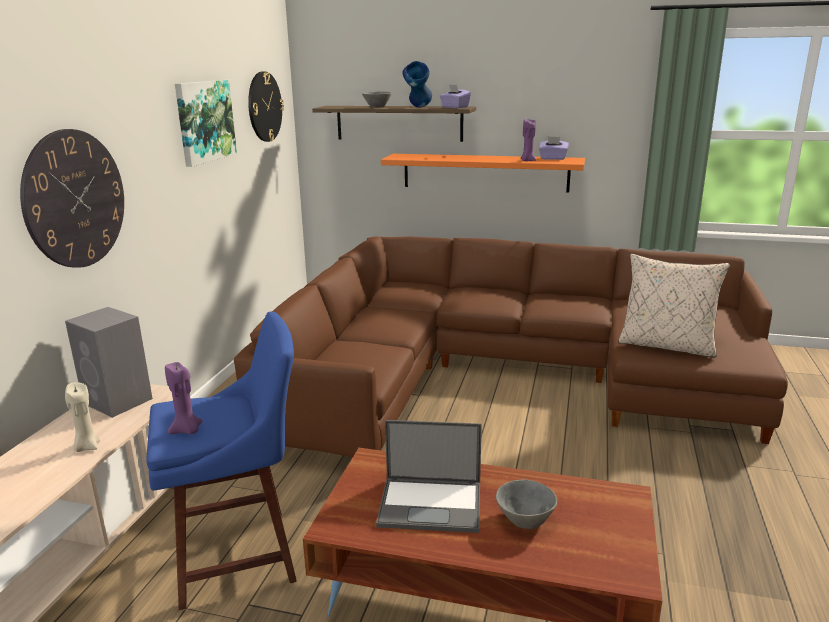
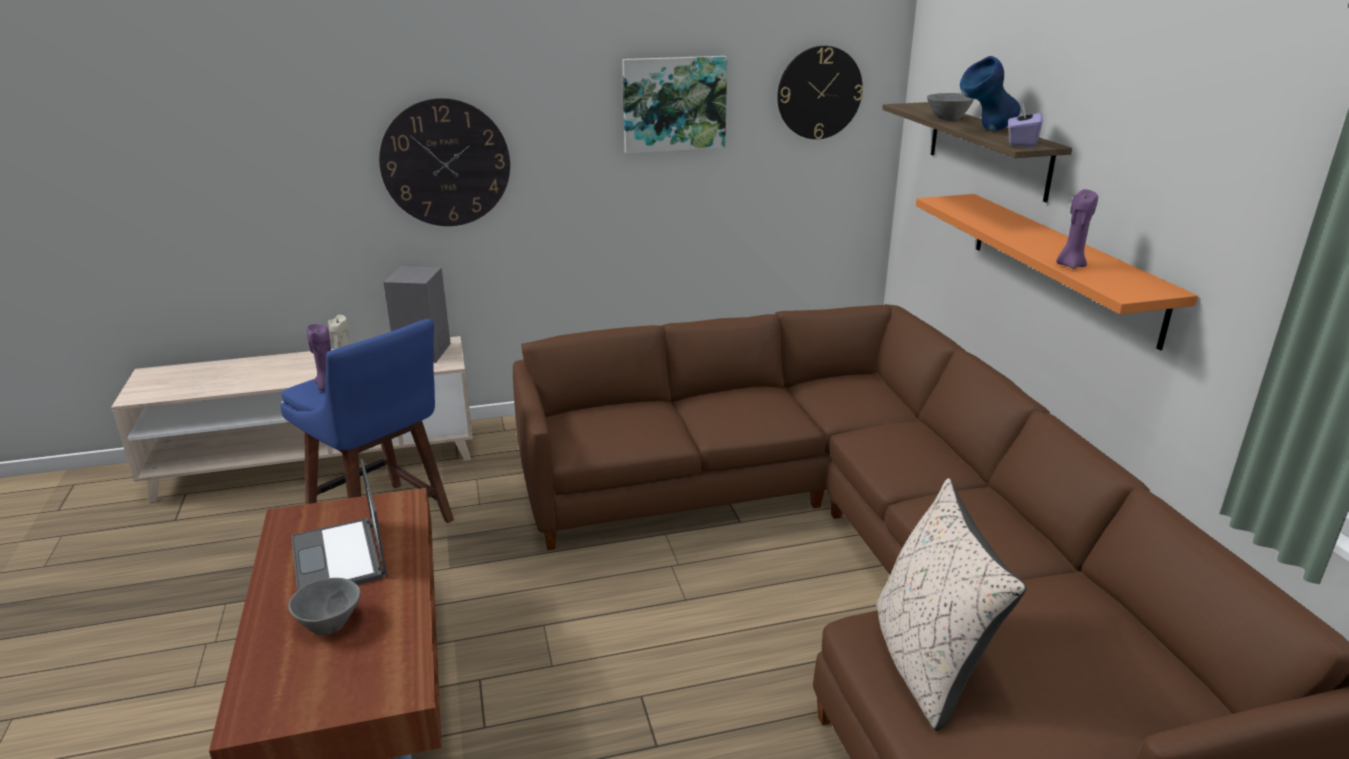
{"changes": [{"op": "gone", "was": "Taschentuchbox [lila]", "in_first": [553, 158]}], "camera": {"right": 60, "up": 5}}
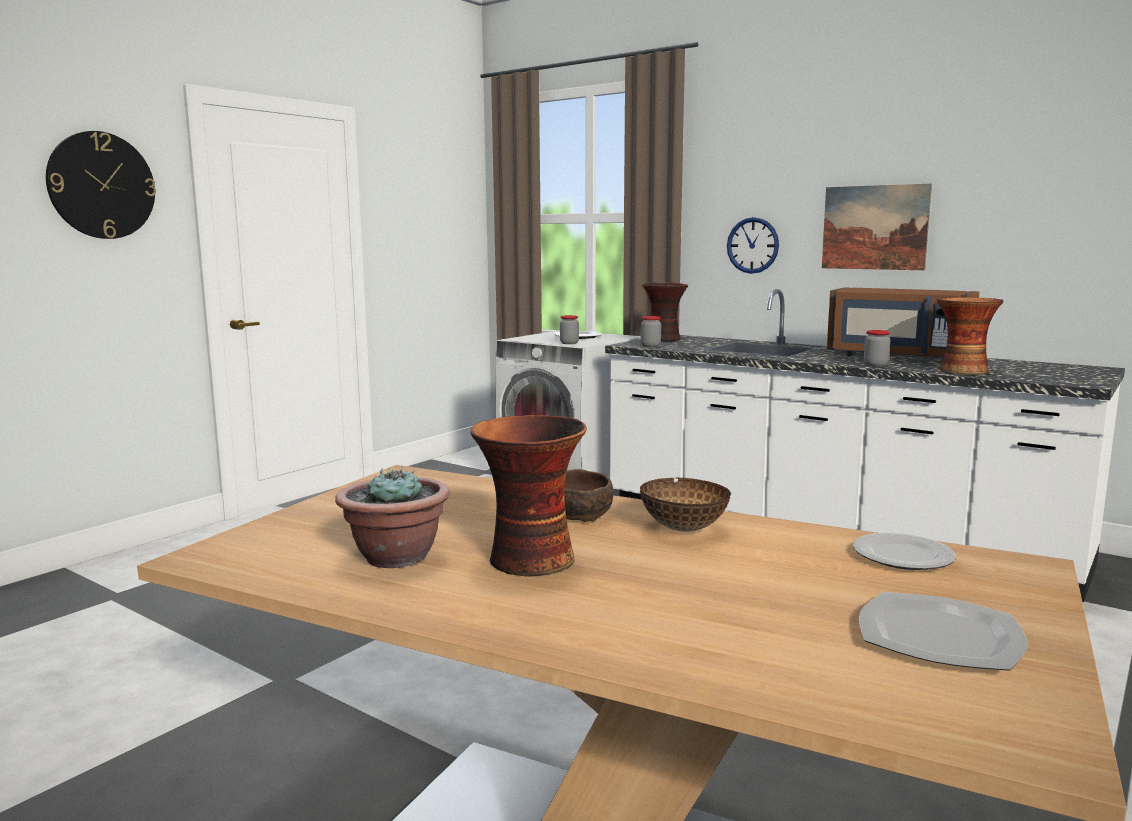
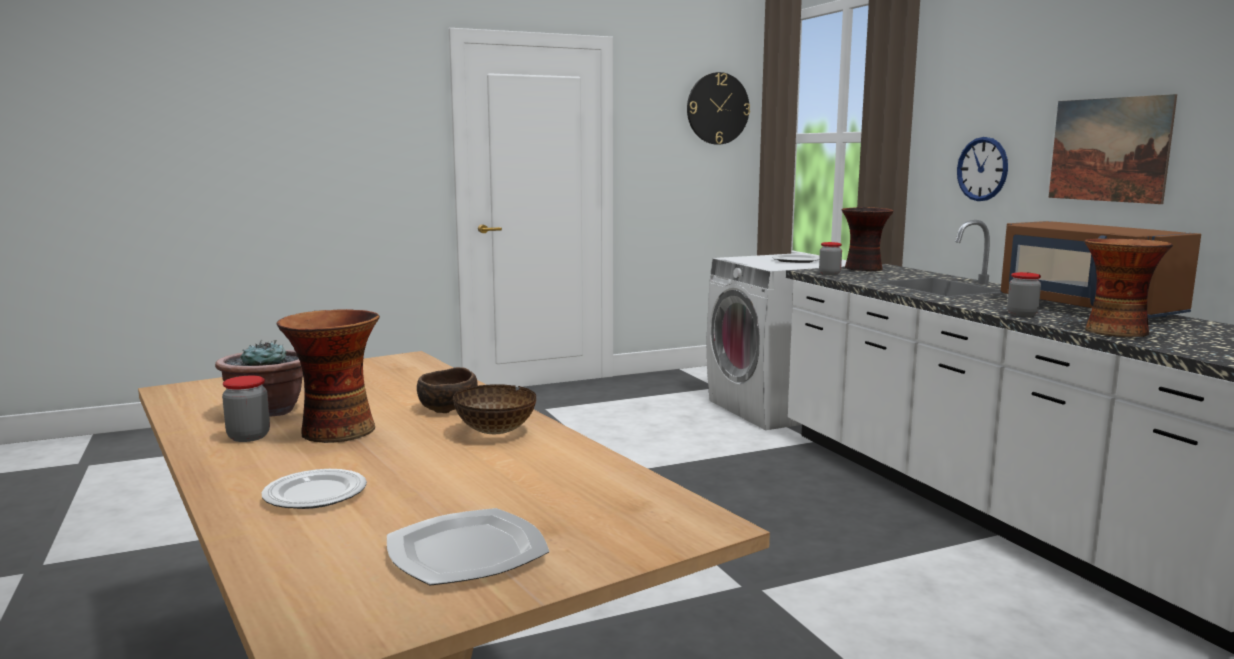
{"changes": [{"op": "shifted", "was": "Wanduhr", "in_first": [101, 185], "in_second": [717, 108]}, {"op": "shifted", "was": "Vorratsglas", "in_first": [569, 343], "in_second": [248, 437]}, {"op": "shifted", "was": "Teller", "in_first": [903, 557], "in_second": [314, 495]}], "camera": {"right": 30, "up": 0}}
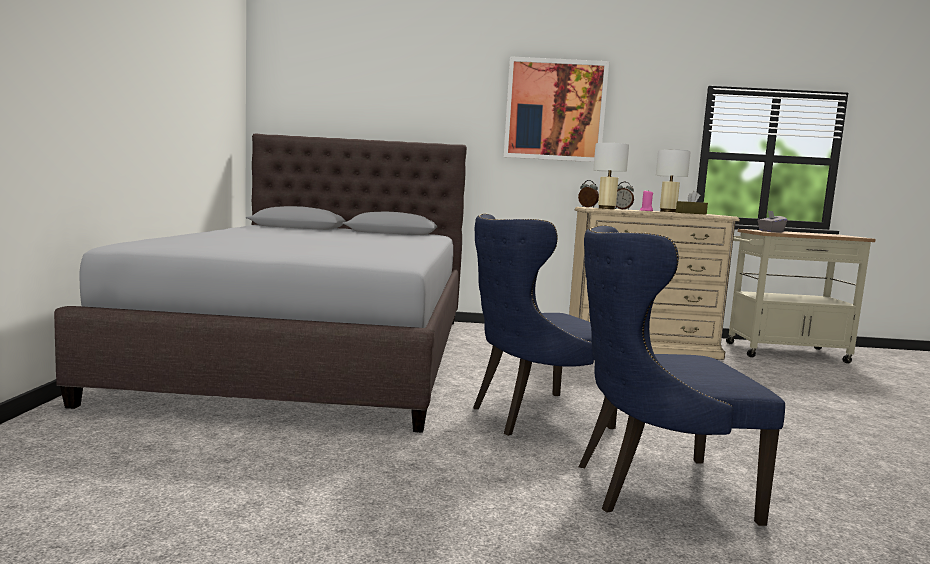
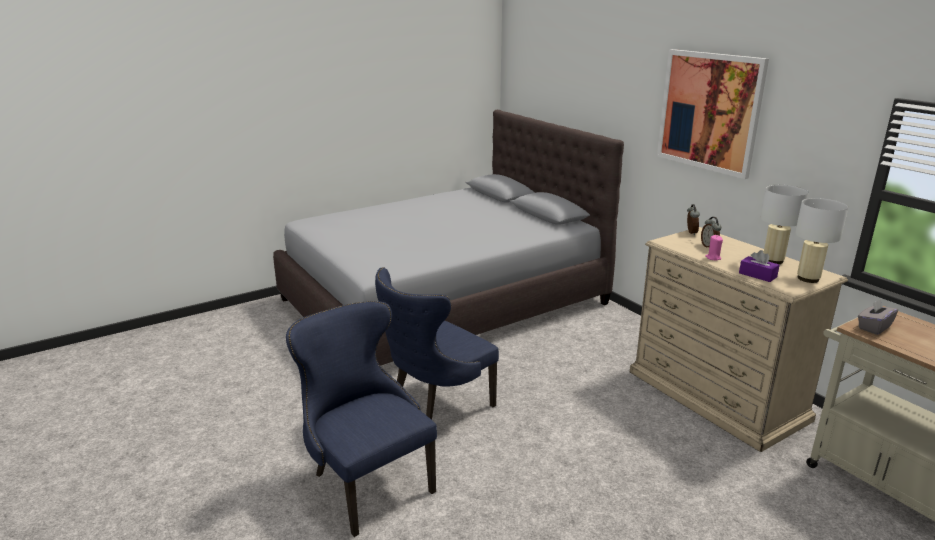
{"changes": [{"op": "shifted", "was": "Tischlampe [weiß]", "in_first": [607, 208], "in_second": [808, 279]}, {"op": "repainted", "was": "Taschentuchbox [braun]", "now": "Taschentuchbox [lila]", "in_first": [691, 213], "in_second": [757, 275]}, {"op": "rotated", "was": "Stuhl [blau]", "in_first": [533, 415], "in_second": [436, 407], "clockwise": -75}], "camera": {"right": 55, "up": 15}}
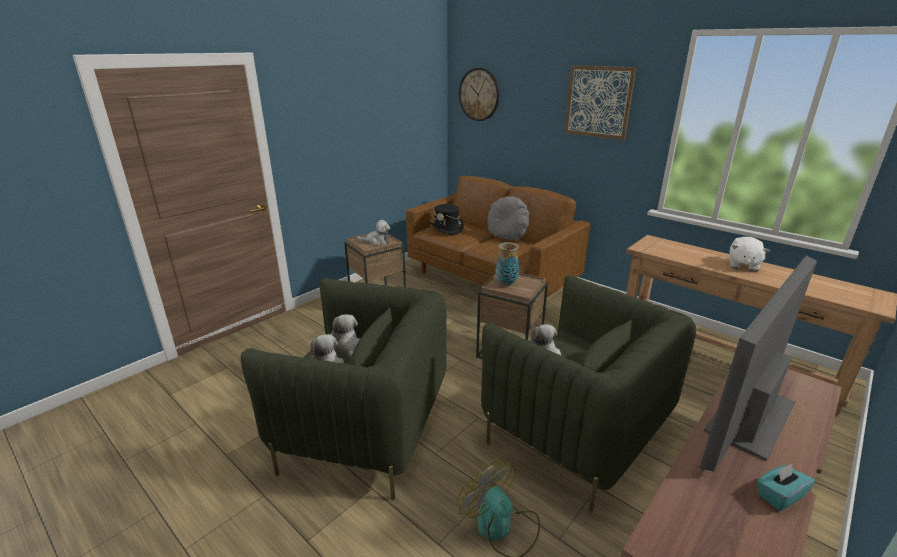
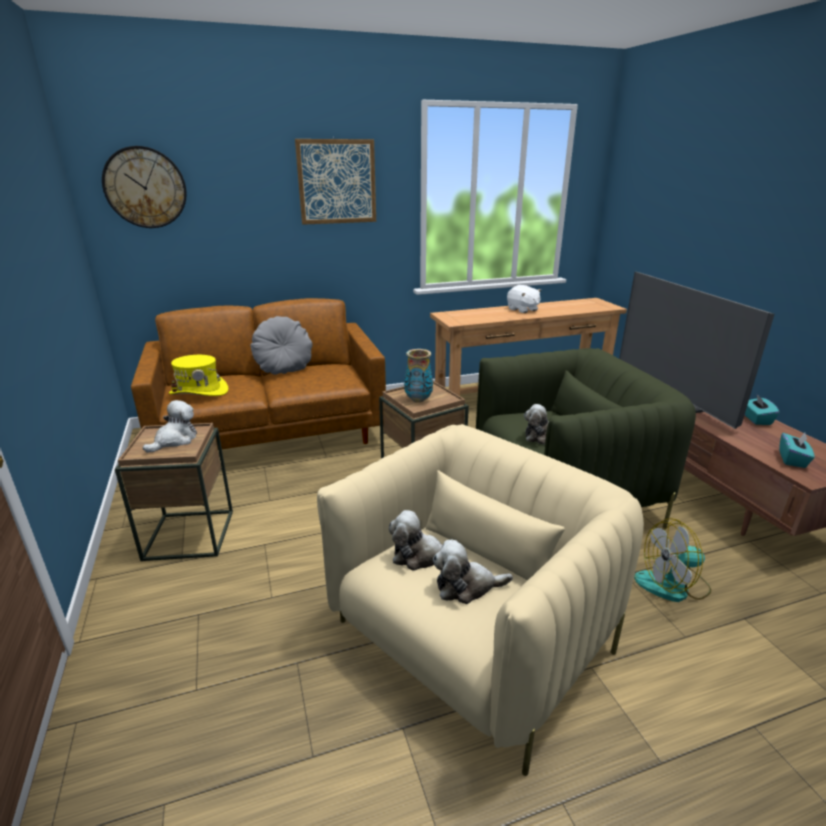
{"changes": [{"op": "repainted", "was": "Hut [schwarz]", "now": "Hut [gelb]", "in_first": [447, 229], "in_second": [199, 392]}, {"op": "repainted", "was": "Sessel [grün]", "now": "Sessel [beige]", "in_first": [364, 424], "in_second": [471, 638]}, {"op": "new", "now": "Taschentuchbox [türkis]", "in_second": [792, 459]}], "camera": {"right": -60, "up": 0}}
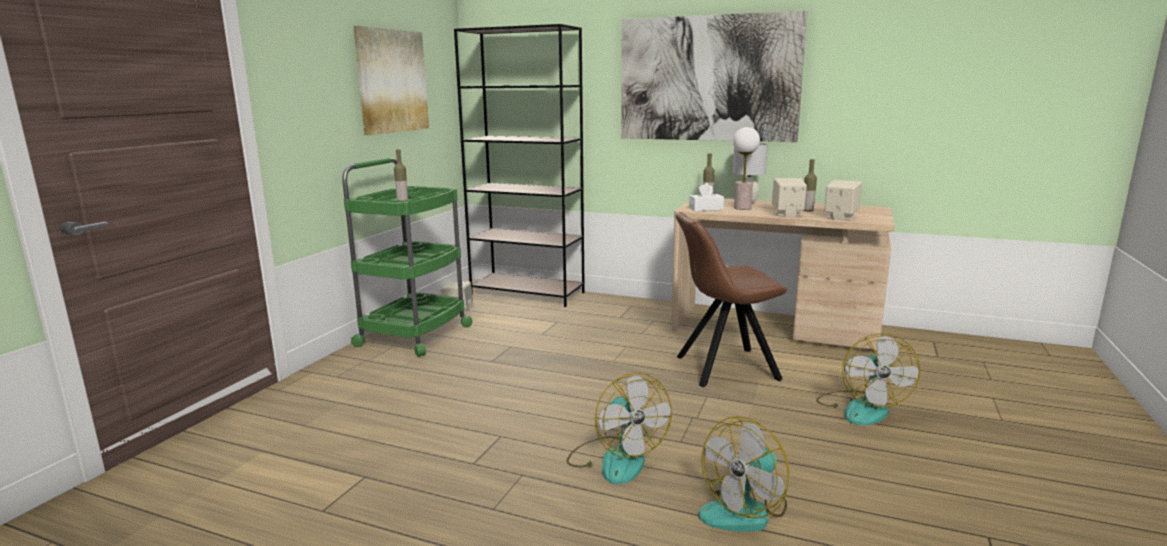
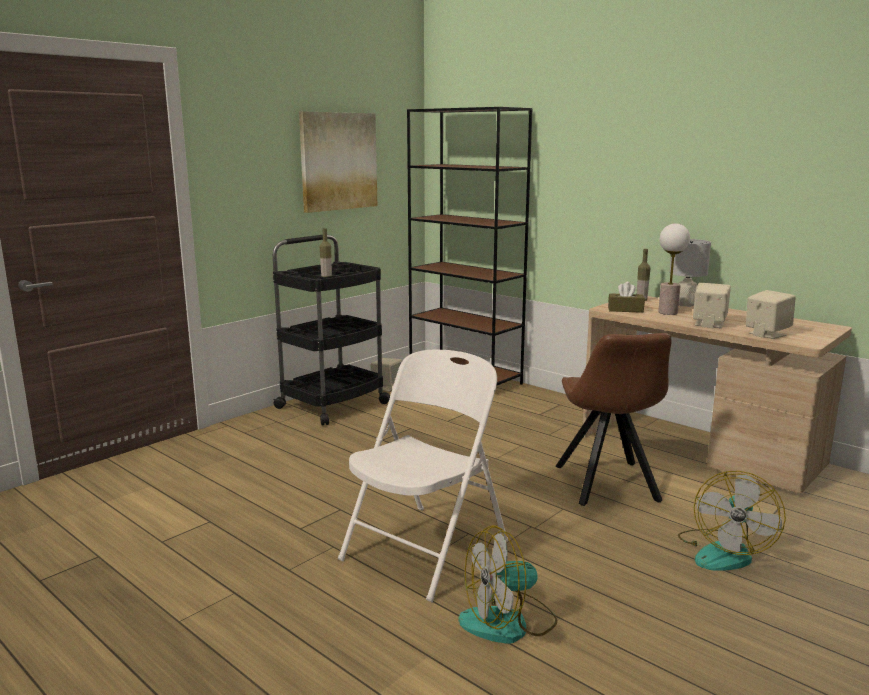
{"changes": [{"op": "gone", "was": "Bild", "in_first": [708, 79]}, {"op": "repainted", "was": "Rollwagen [grün]", "now": "Rollwagen [schwarz]", "in_first": [415, 335], "in_second": [333, 405]}, {"op": "gone", "was": "Flasche", "in_first": [807, 211]}, {"op": "repainted", "was": "Taschentuchbox [weiß]", "now": "Taschentuchbox [braun]", "in_first": [706, 209], "in_second": [625, 310]}, {"op": "rotated", "was": "Stuhl [braun]", "in_first": [725, 367], "in_second": [607, 483], "clockwise": -105}, {"op": "swapped", "was": "Ventilator", "now": "Stuhl [weiß]", "in_first": [616, 459], "in_second": [425, 550]}], "camera": {"right": 20, "up": 0}}
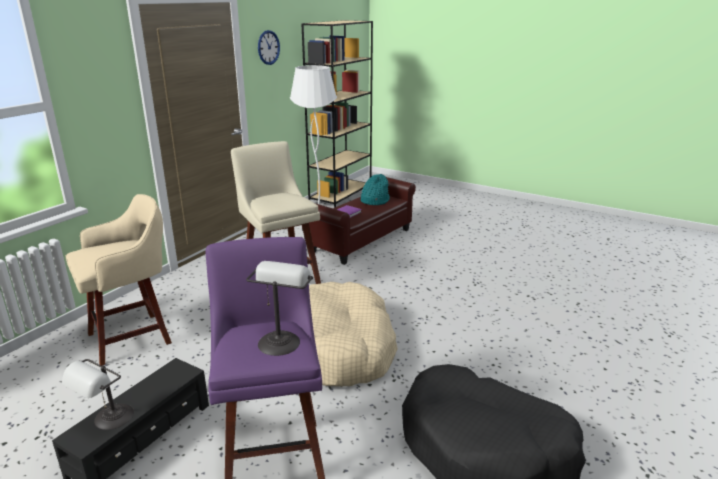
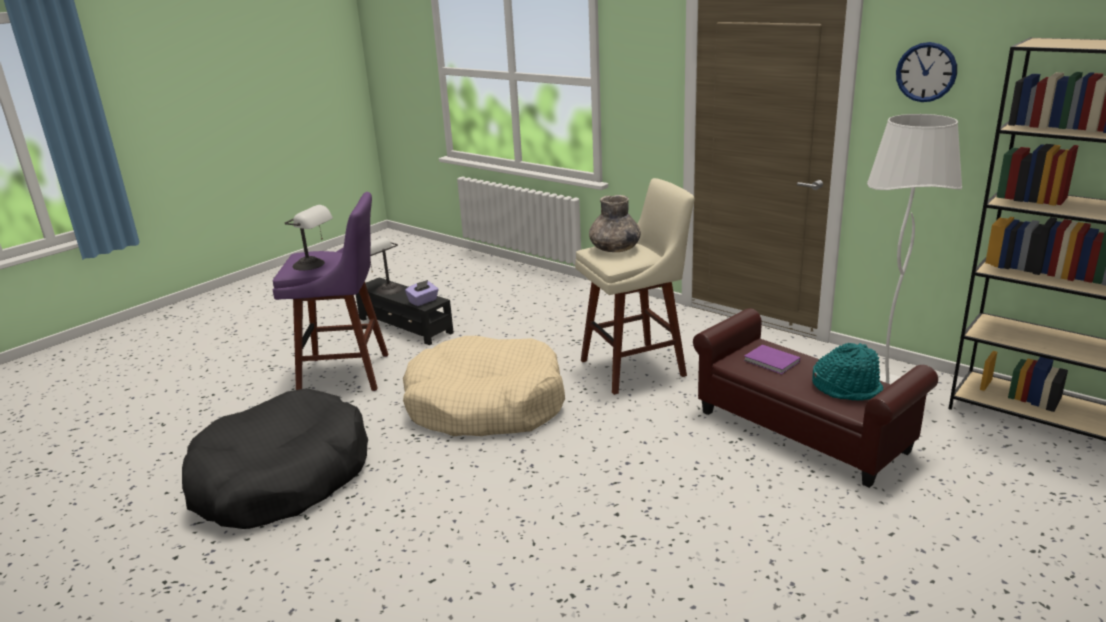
{"changes": [{"op": "gone", "was": "Hocker [beige]", "in_first": [134, 337]}, {"op": "new", "now": "Vase [grau]", "in_second": [614, 249]}, {"op": "new", "now": "Taschentuchbox [lila]", "in_second": [423, 301]}], "camera": {"right": 100, "up": 0}}
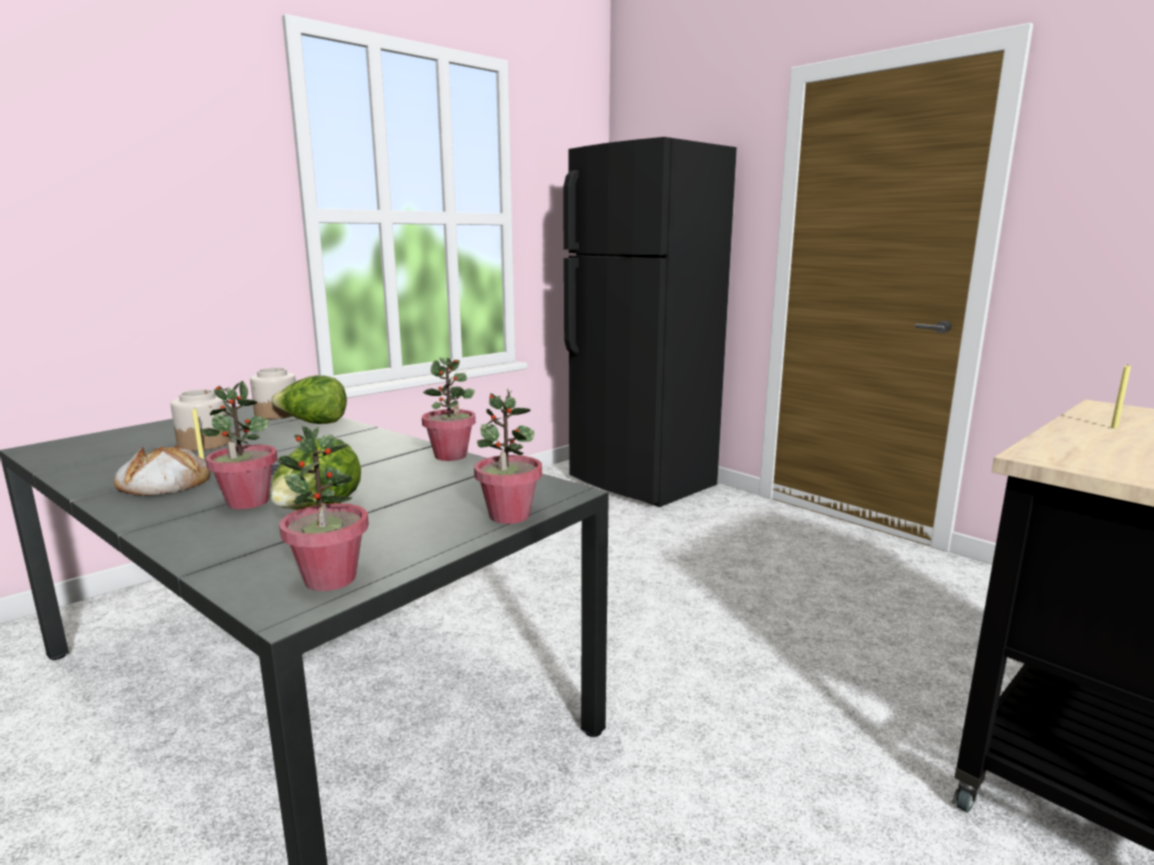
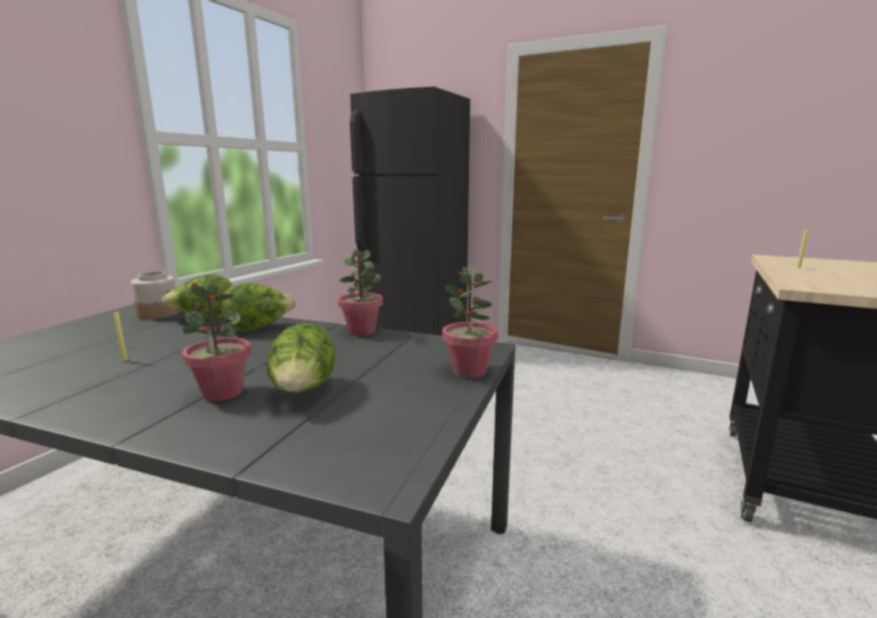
{"changes": [{"op": "gone", "was": "Vorratsglas", "in_first": [205, 444]}, {"op": "gone", "was": "Topfpflanze", "in_first": [330, 579]}, {"op": "gone", "was": "Brot", "in_first": [163, 482]}, {"op": "new", "now": "Salatkopf", "in_second": [259, 328]}], "camera": {"right": -20, "up": 0}}
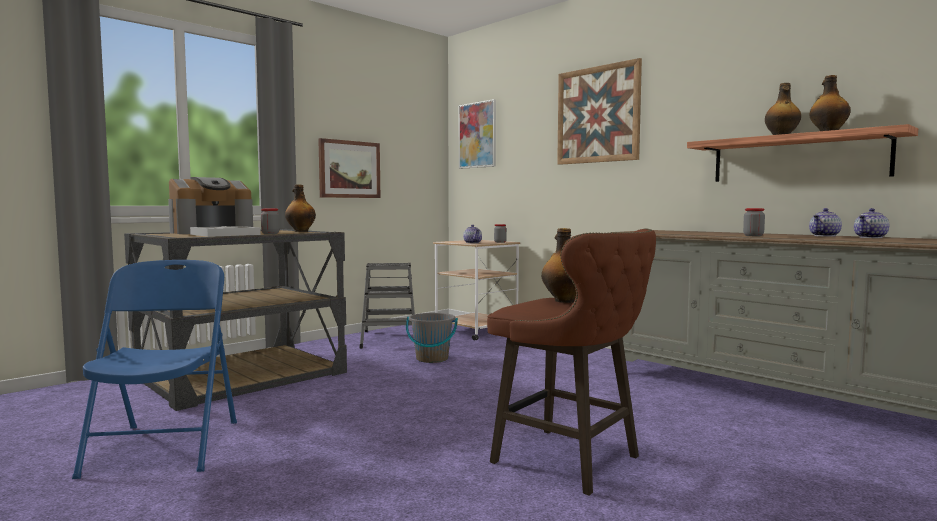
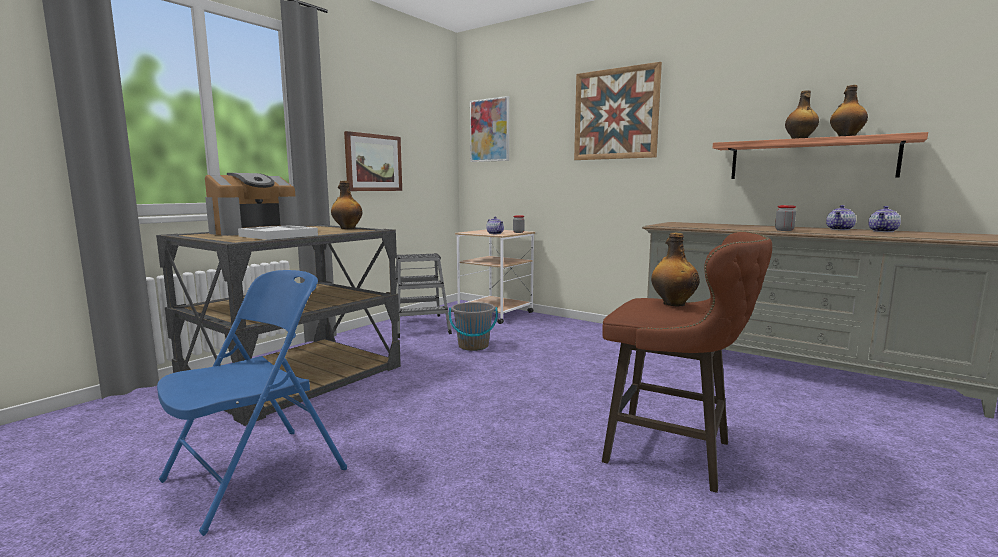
{"changes": [{"op": "gone", "was": "Vorratsglas", "in_first": [270, 233]}, {"op": "rotated", "was": "Stuhl [blau]", "in_first": [164, 447], "in_second": [255, 475], "clockwise": 60}], "camera": {"right": -10, "up": 5}}
